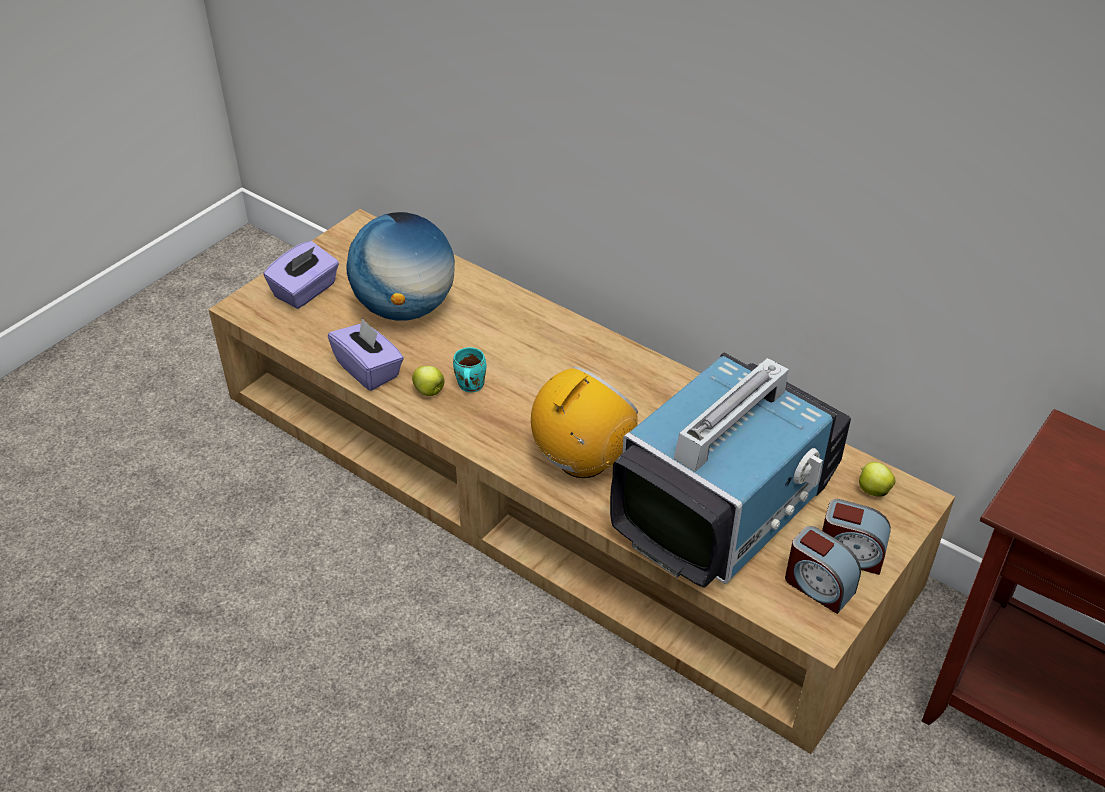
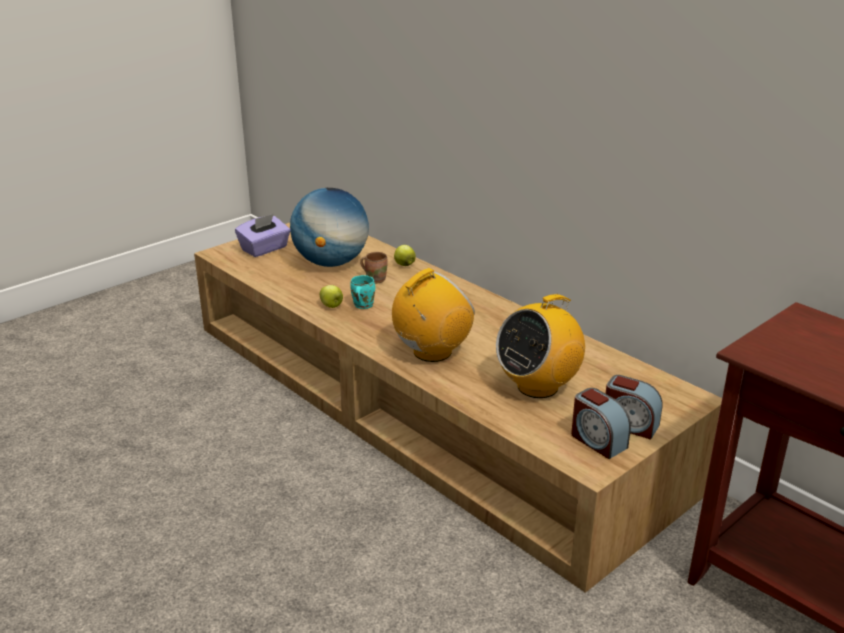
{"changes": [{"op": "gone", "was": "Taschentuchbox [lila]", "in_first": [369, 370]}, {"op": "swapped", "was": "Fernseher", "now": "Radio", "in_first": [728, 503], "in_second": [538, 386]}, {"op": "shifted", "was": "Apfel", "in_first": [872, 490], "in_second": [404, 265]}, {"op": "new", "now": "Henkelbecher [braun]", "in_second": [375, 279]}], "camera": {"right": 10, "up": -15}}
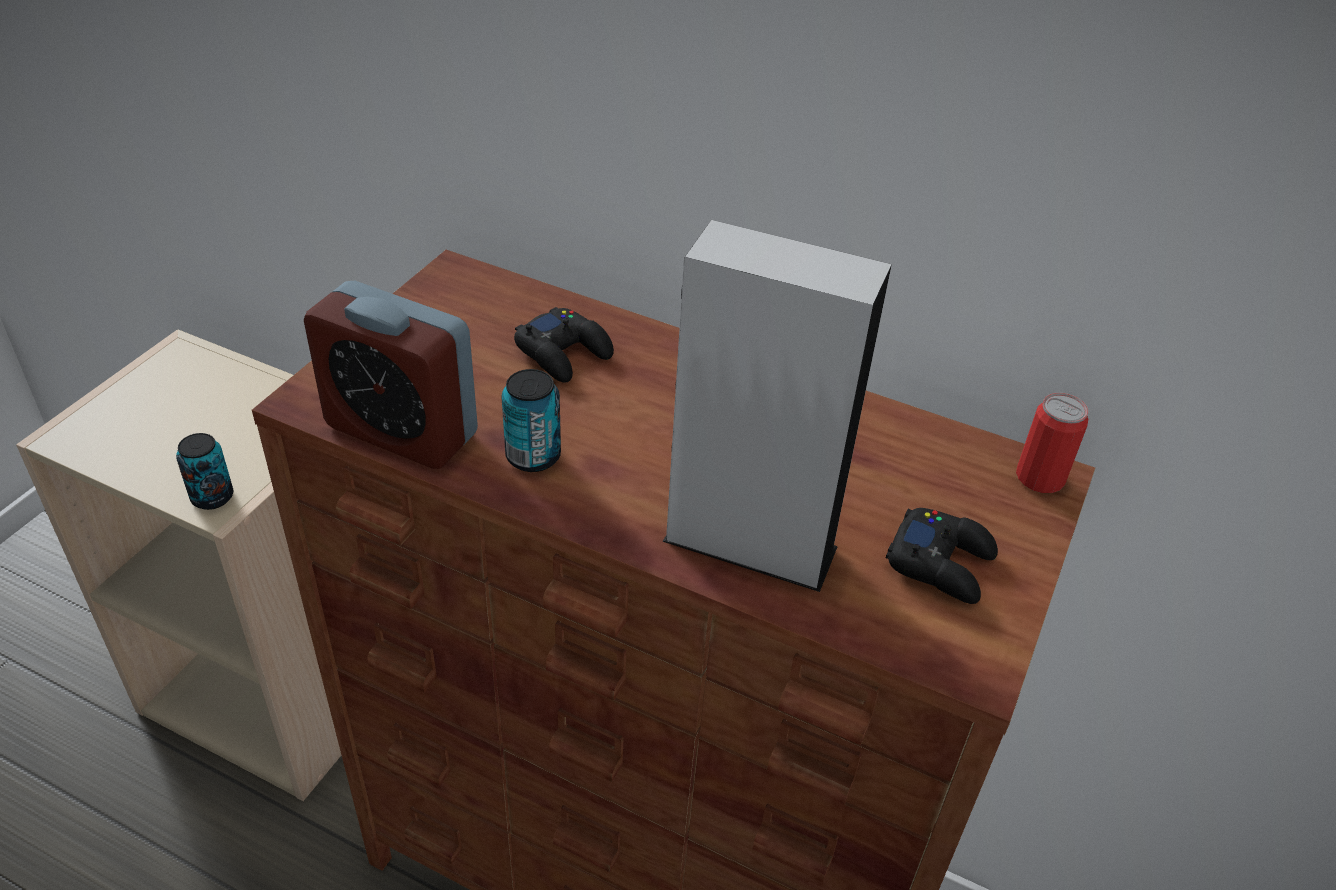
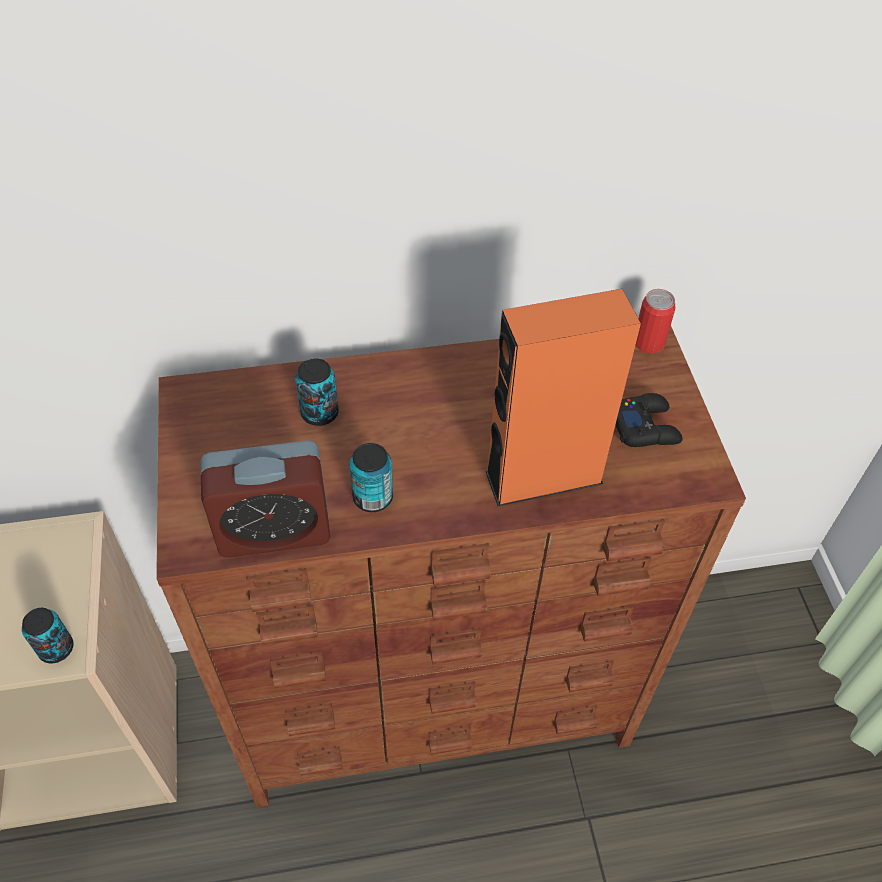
{"changes": [{"op": "repainted", "was": "Lautsprecher [grau]", "now": "Lautsprecher [orange]", "in_first": [749, 543], "in_second": [543, 477]}, {"op": "swapped", "was": "Gamepad [schwarz]", "now": "Dose", "in_first": [564, 353], "in_second": [319, 413]}], "camera": {"right": -35, "up": 10}}
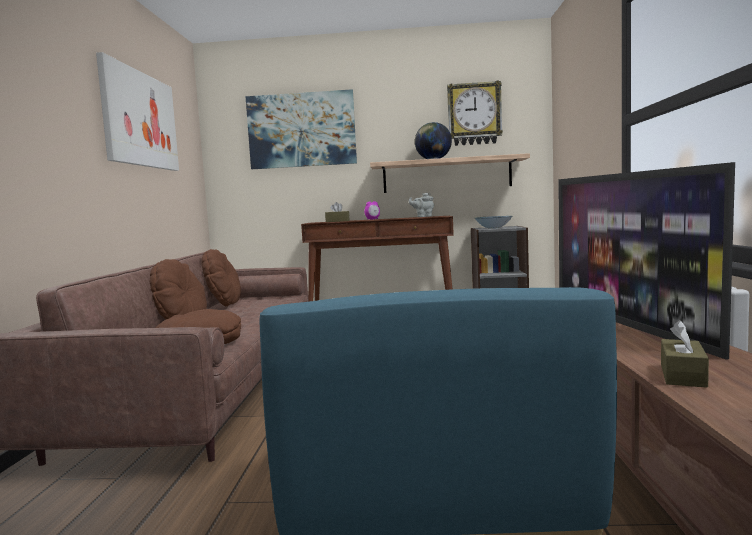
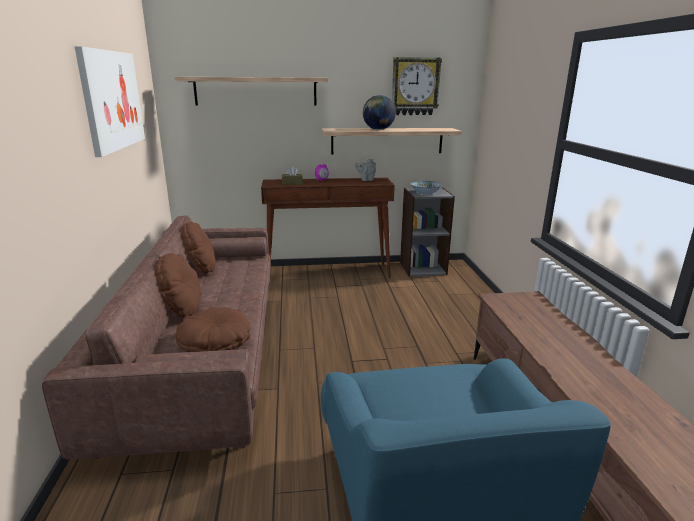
{"changes": [{"op": "swapped", "was": "Bild", "now": "Wandregal", "in_first": [301, 130], "in_second": [256, 91]}, {"op": "gone", "was": "Fernseher", "in_first": [629, 325]}, {"op": "gone", "was": "Taschentuchbox [braun]", "in_first": [683, 375]}], "camera": {"right": -10, "up": 15}}
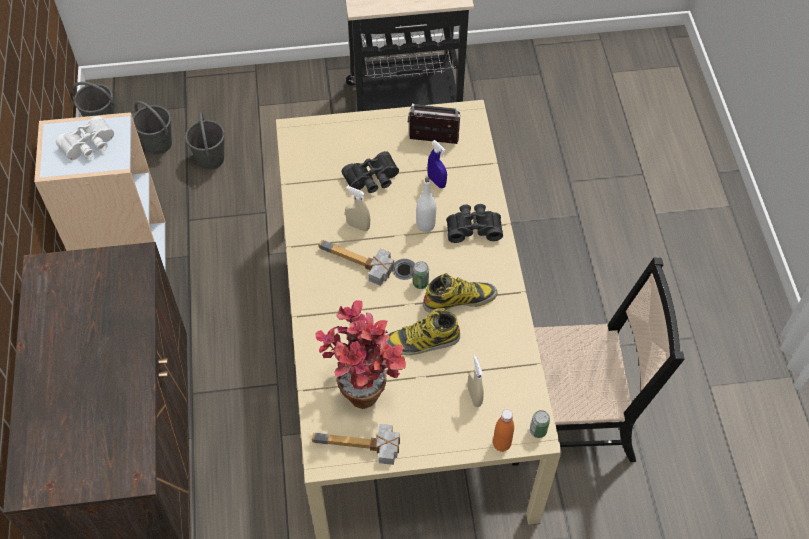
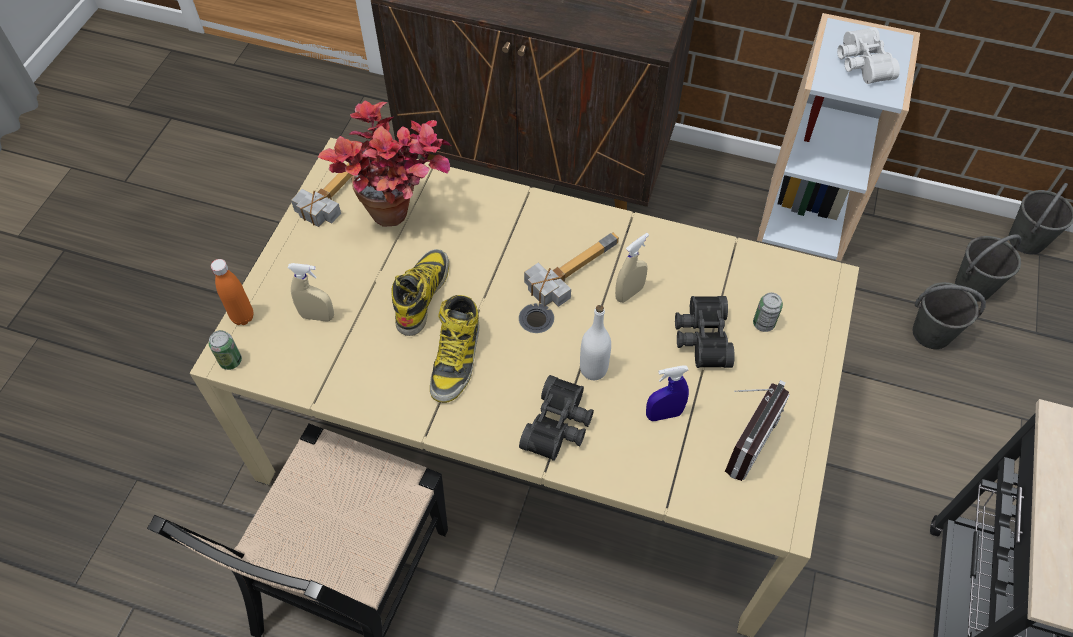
{"changes": [{"op": "shifted", "was": "Dose", "in_first": [420, 283], "in_second": [763, 323]}], "camera": {"right": 115, "up": 0}}
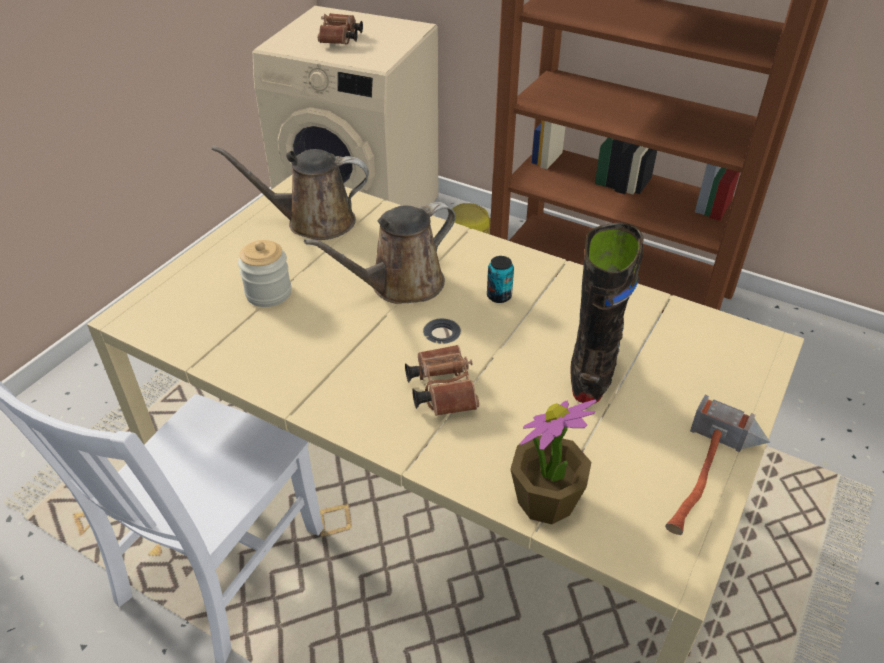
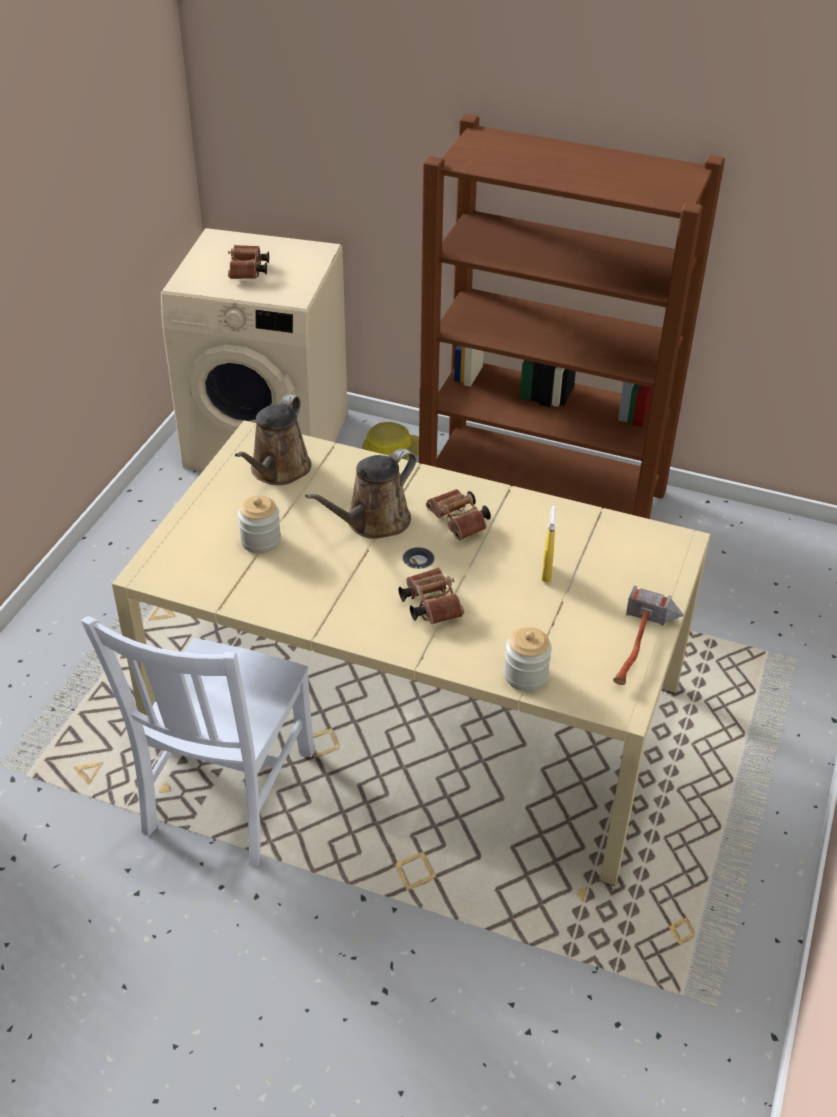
{"changes": [{"op": "rotated", "was": "Gießkanne [braun]", "in_first": [314, 222], "in_second": [278, 471], "clockwise": -60}, {"op": "swapped", "was": "Stiefel [schwarz]", "now": "Sprühflasche [gelb]", "in_first": [593, 365], "in_second": [546, 573]}, {"op": "swapped", "was": "Dose", "now": "Fernglas [braun]", "in_first": [499, 296], "in_second": [459, 523]}, {"op": "swapped", "was": "Topfpflanze", "now": "Vorratsglas", "in_first": [545, 501], "in_second": [525, 675]}], "camera": {"right": -10, "up": 0}}
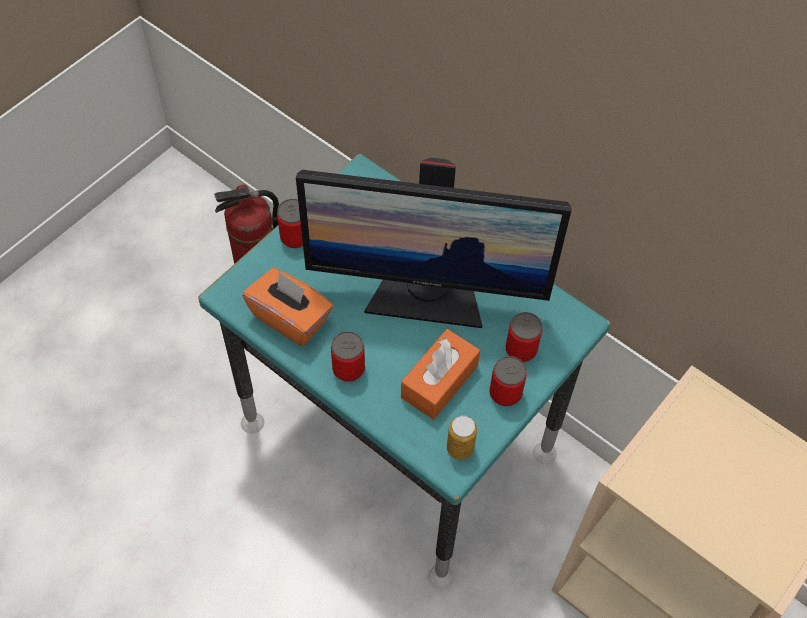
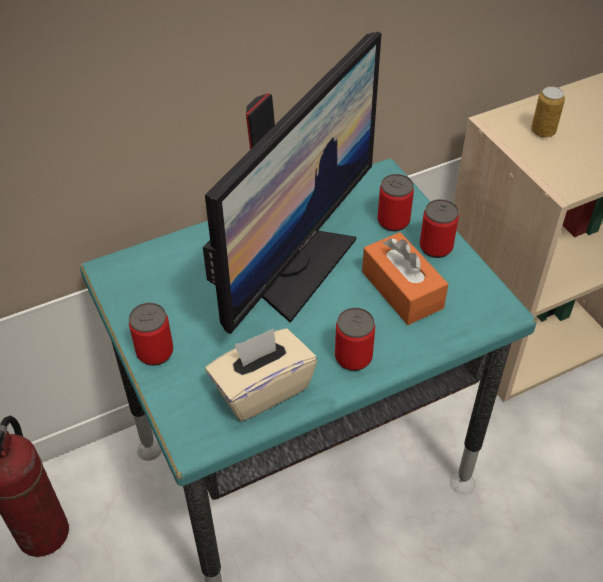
{"changes": [{"op": "repainted", "was": "Taschentuchbox [orange]", "now": "Taschentuchbox [beige]", "in_first": [291, 318], "in_second": [262, 389]}, {"op": "shifted", "was": "Dose", "in_first": [460, 448], "in_second": [543, 131]}], "camera": {"right": -65, "up": -10}}
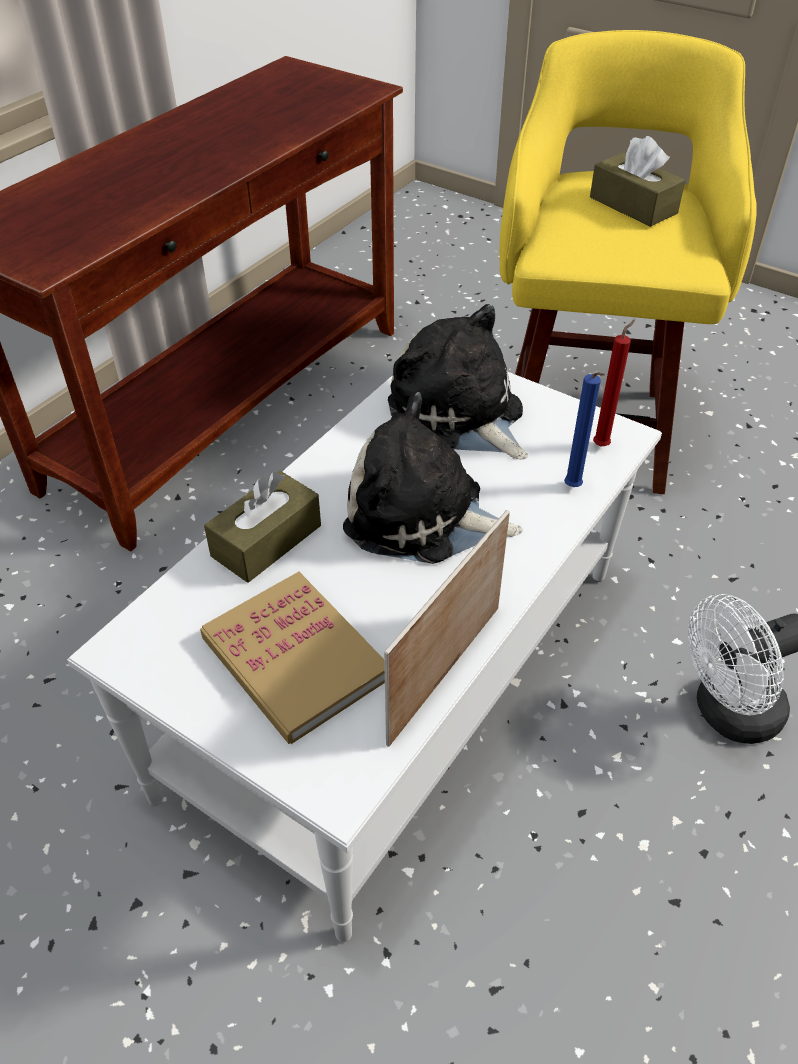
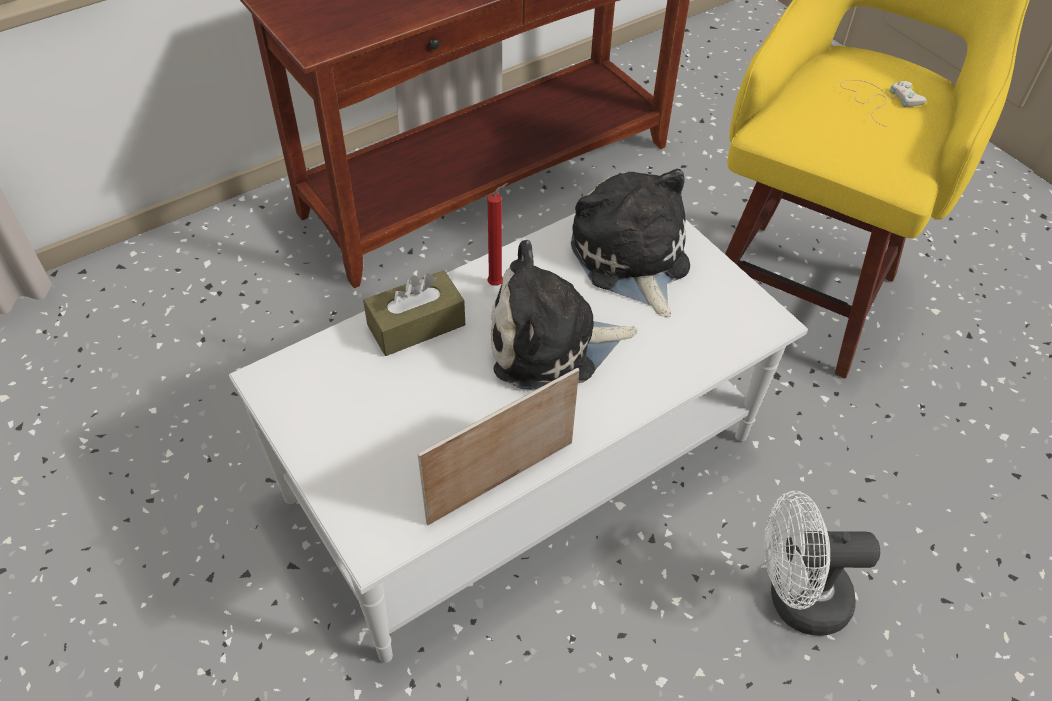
{"changes": [{"op": "swapped", "was": "Taschentuchbox [braun]", "now": "Gamepad [weiß]", "in_first": [633, 205], "in_second": [878, 99]}, {"op": "shifted", "was": "Kerze [rot]", "in_first": [602, 445], "in_second": [498, 283]}, {"op": "gone", "was": "Kerze [blau]", "in_first": [574, 488]}, {"op": "rotated", "was": "Plüschtier", "in_first": [422, 516], "in_second": [551, 343], "clockwise": -45}, {"op": "gone", "was": "Buch", "in_first": [295, 659]}], "camera": {"right": 20, "up": 5}}
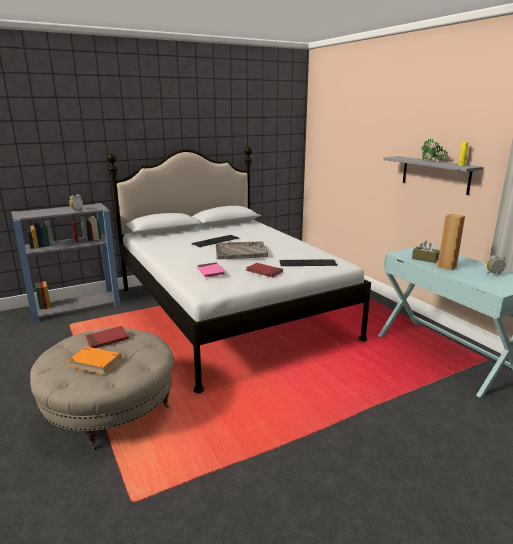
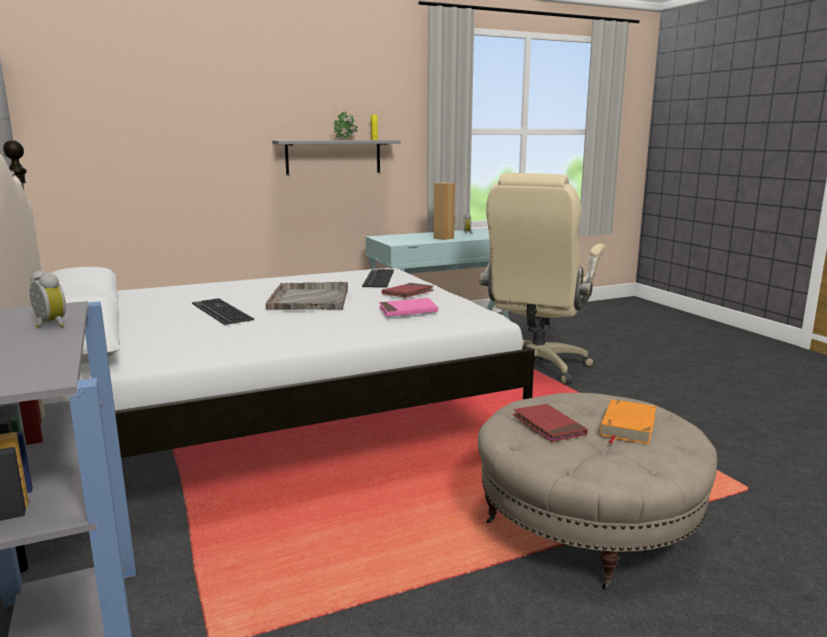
{"changes": [{"op": "gone", "was": "Taschentuchbox [braun]", "in_first": [425, 259]}, {"op": "new", "now": "Bürostuhl [beige]", "in_second": [536, 367]}], "camera": {"right": -85, "up": -5}}
